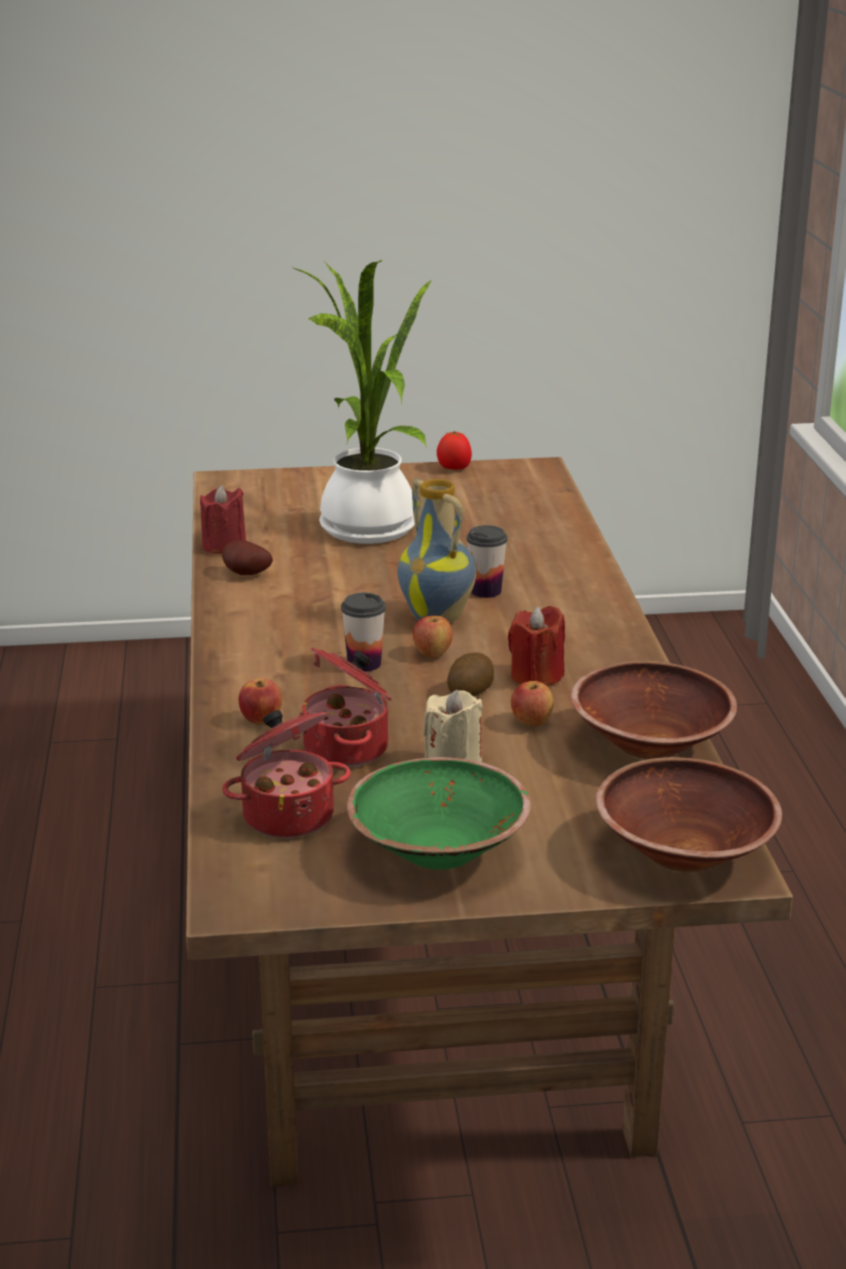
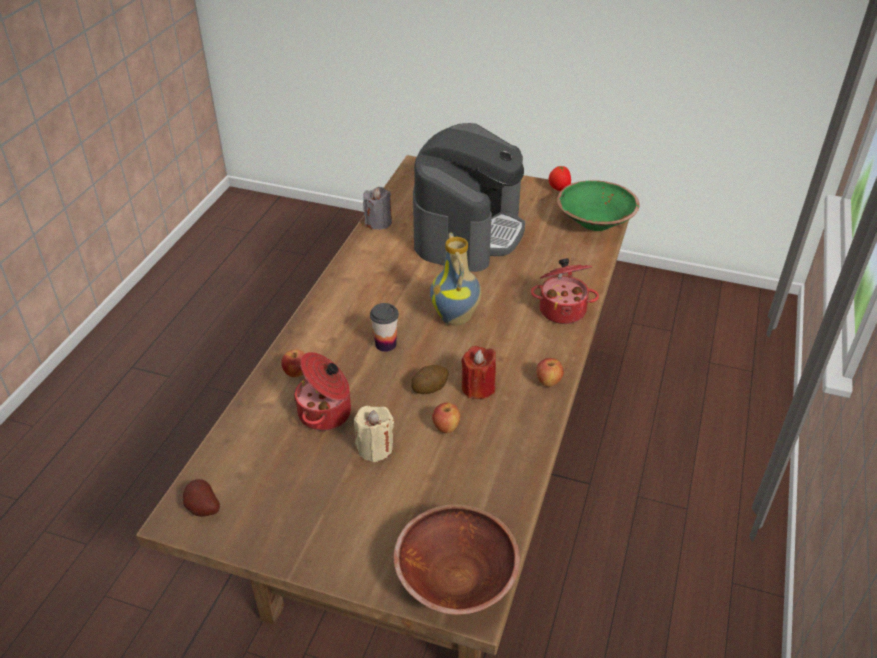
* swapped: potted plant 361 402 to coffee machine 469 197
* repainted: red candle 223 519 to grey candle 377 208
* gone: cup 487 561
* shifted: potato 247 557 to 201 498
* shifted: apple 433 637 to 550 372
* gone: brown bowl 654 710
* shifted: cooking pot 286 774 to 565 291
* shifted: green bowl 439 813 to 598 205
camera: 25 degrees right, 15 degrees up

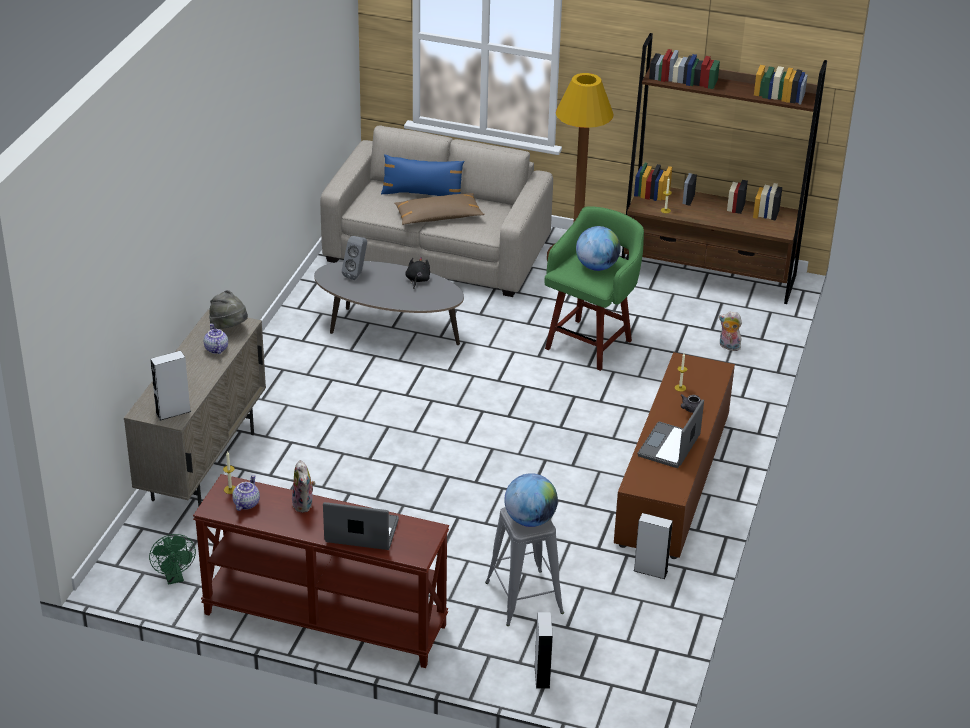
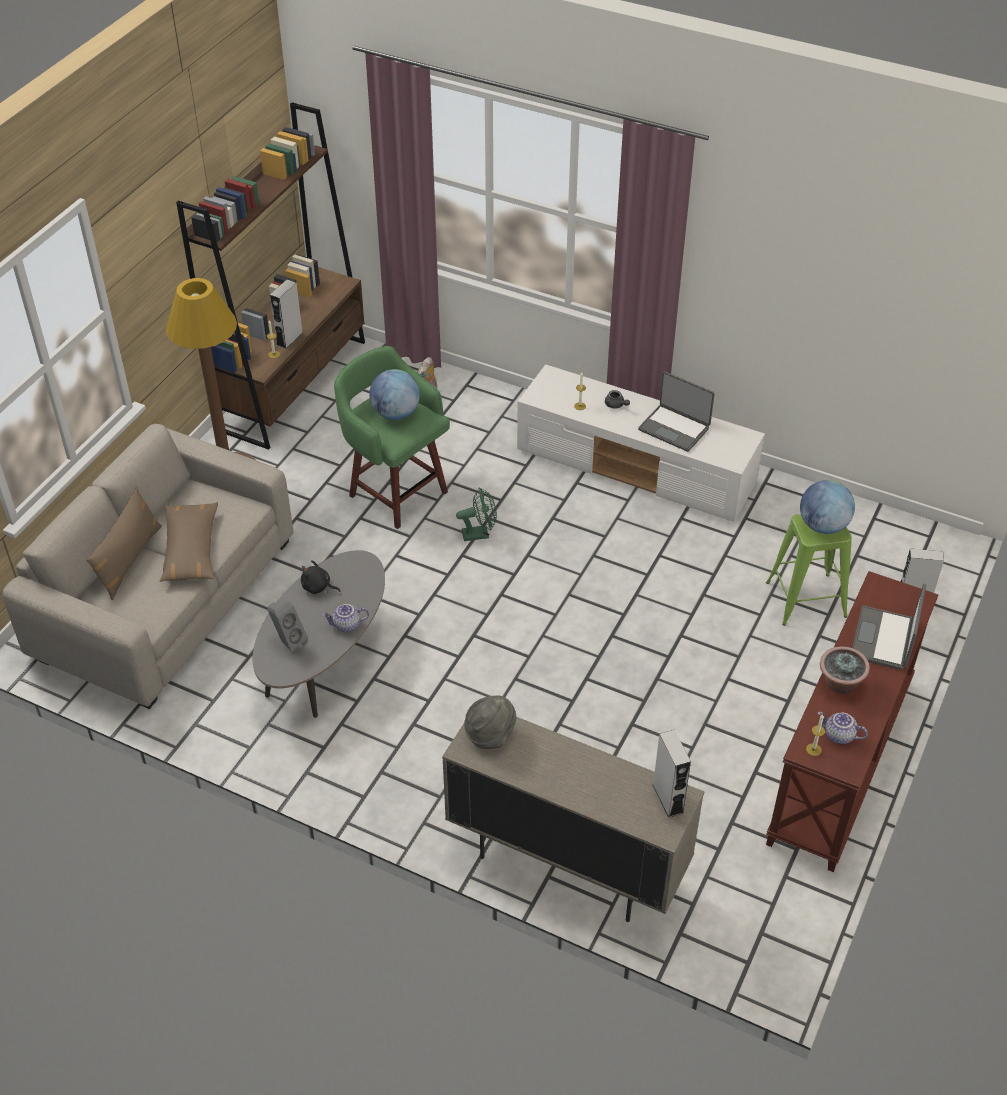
* repainted: blue pillow 422 175 to brown pillow 124 543
* shifted: teapot 216 338 to 345 618
* repainted: brown tv stand 674 455 to white tv stand 641 443
* swapped: plush toy 304 486 to potted plant 845 670
* repainted: grey stool 524 566 to green stool 809 570
* shifted: grey speaker 653 546 to 286 314
* shifted: green fan 172 559 to 476 514
camera: 80 degrees left, 10 degrees up

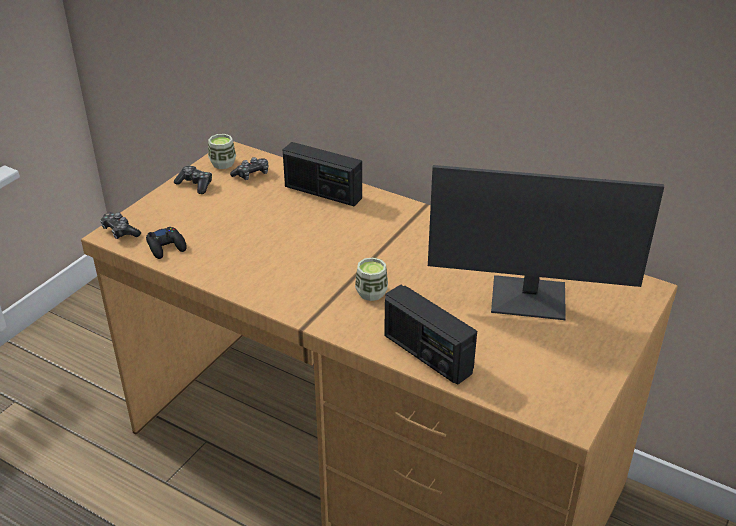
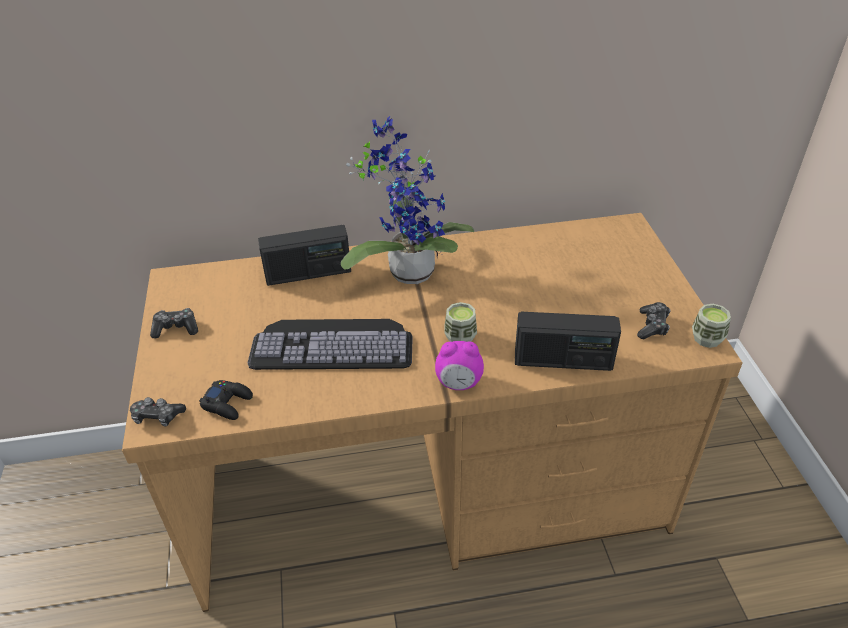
* shifted: cup 222 151 to 711 326
* shifted: game controller 249 168 to 654 320
* gone: monitor 546 242
* new: potted plant 407 200
* new: keyboard 330 344
* new: alarm clock 459 365
camera: 40 degrees left, 5 degrees up

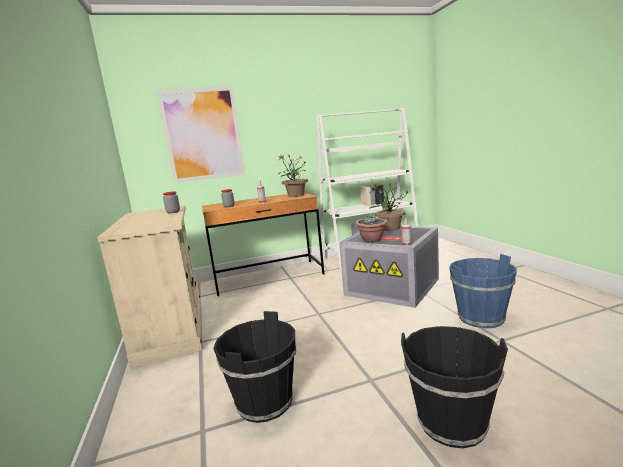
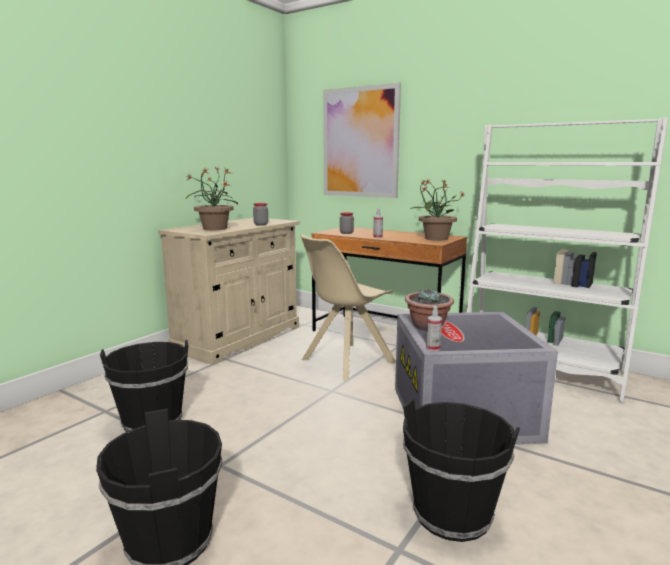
* shifted: potted plant 388 206 to 212 198
* repainted: blue bucket 483 291 to black bucket 461 470
* new: beige chair 348 307
camera: 50 degrees right, 0 degrees up

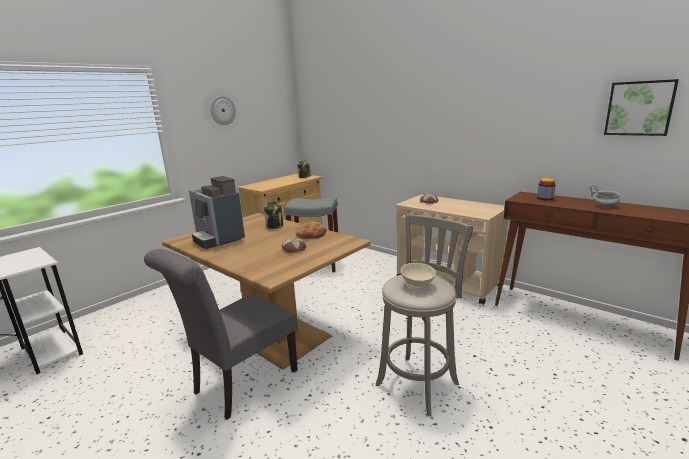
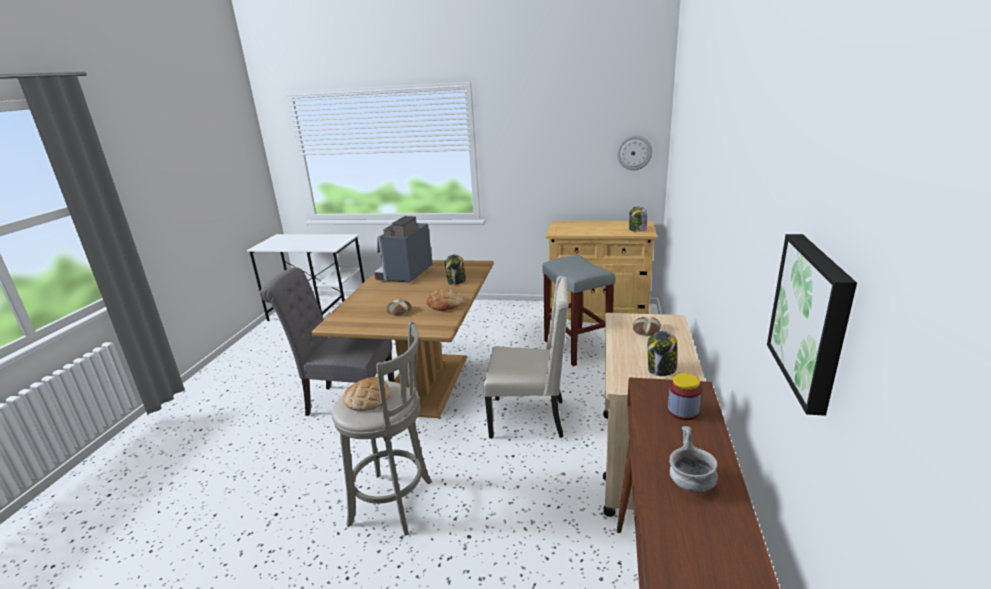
* shifted: wall clock 223 110 to 635 152
* swapped: beige bowl 418 276 to bread 366 394
* new: beige chair 526 357
* new: jar 662 353
camera: 60 degrees right, 5 degrees up

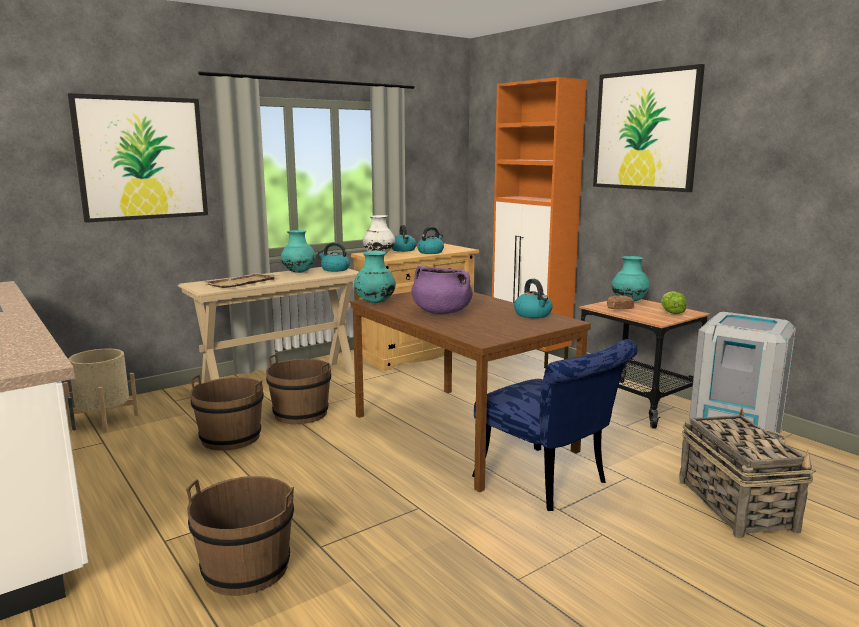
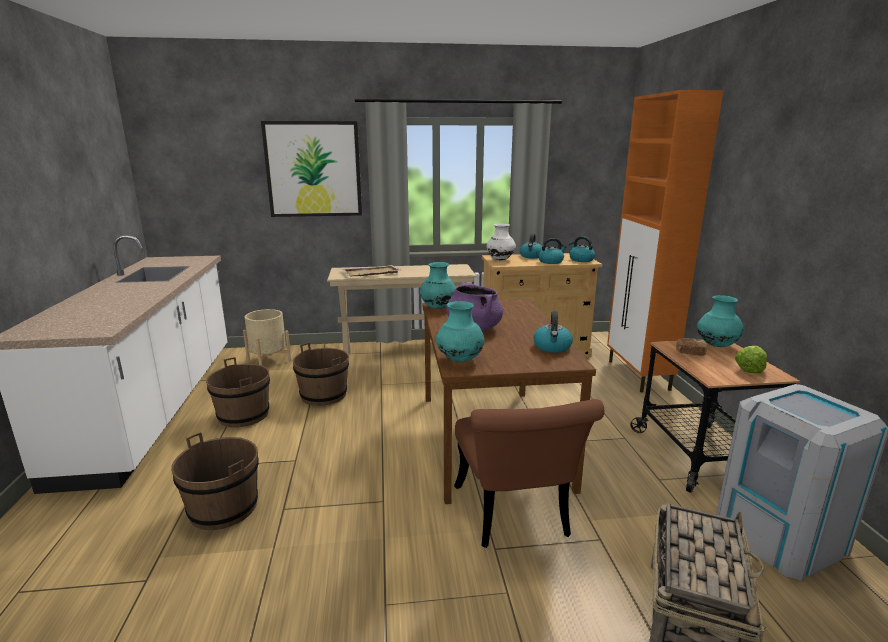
* gone: picture 649 128
* shifted: turquoise vase 298 251 to 460 331
* shifted: kettle 334 257 to 582 249
* repainted: blue chair 555 425 to brown chair 529 473
* shifted: brown bucket 298 389 to 238 392
camera: 30 degrees right, 5 degrees up

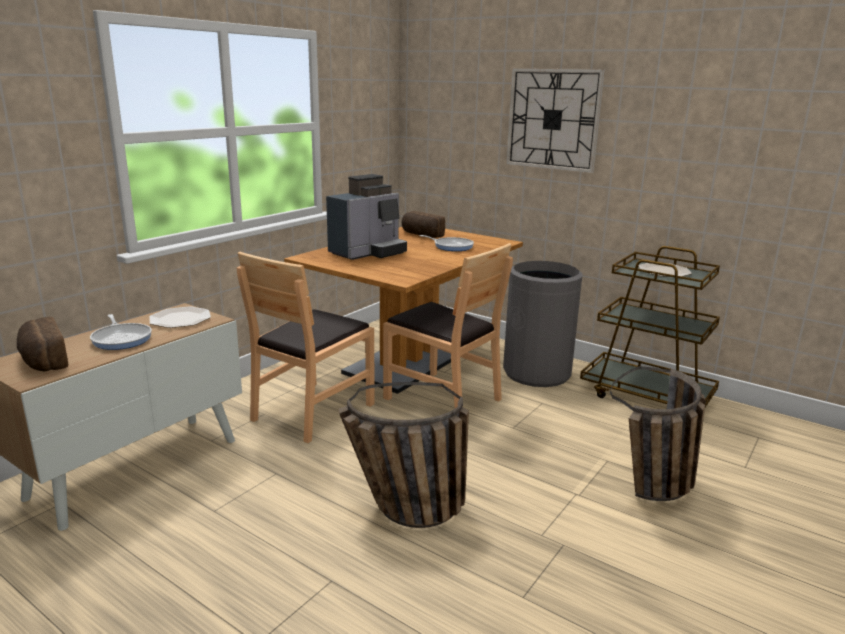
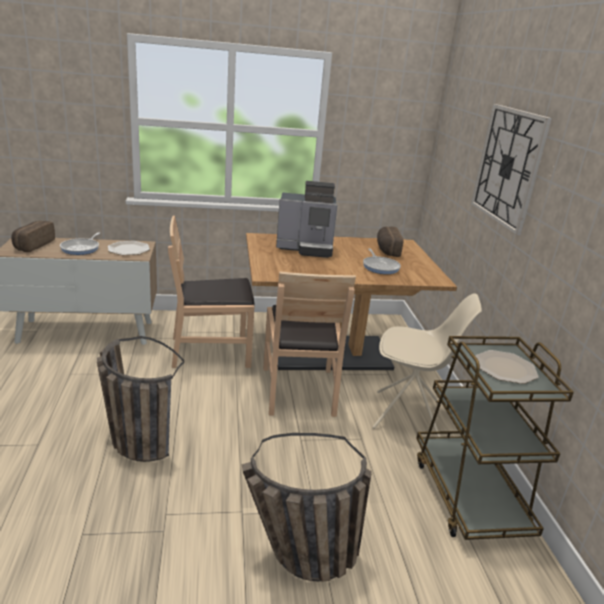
* swapped: grey trash can 543 324 to beige chair 427 365
camera: 45 degrees right, 5 degrees up

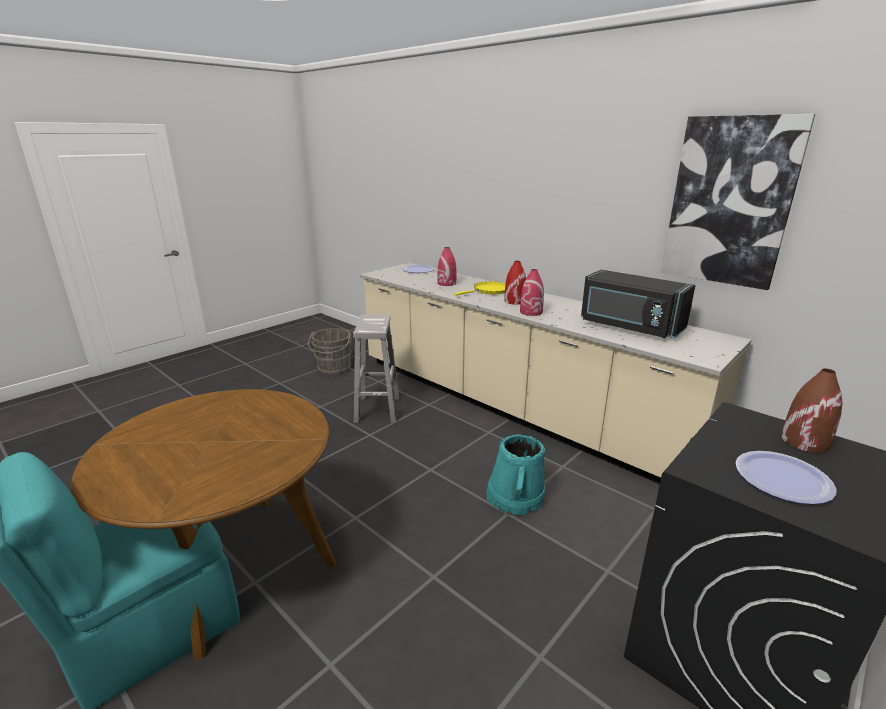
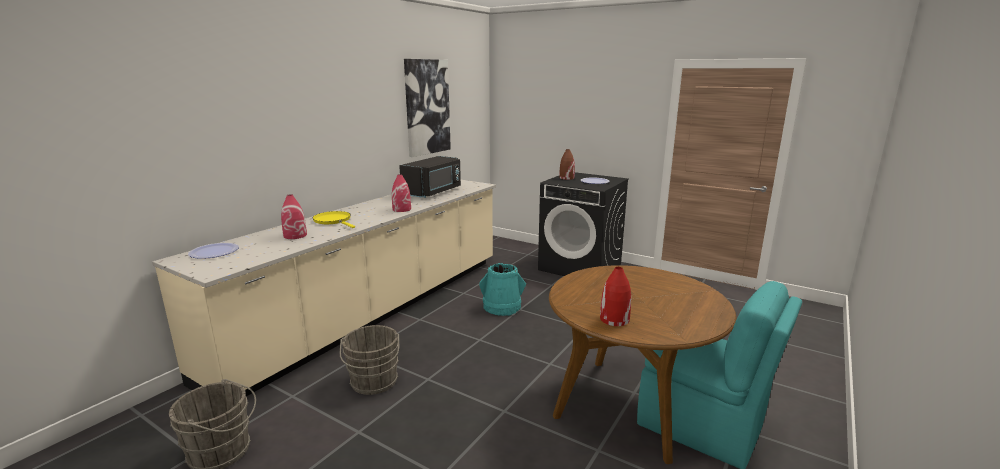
* shifted: red vase 515 283 to 615 296
* swapped: white stool 376 369 to grey bucket 369 360
camera: 100 degrees left, 5 degrees down

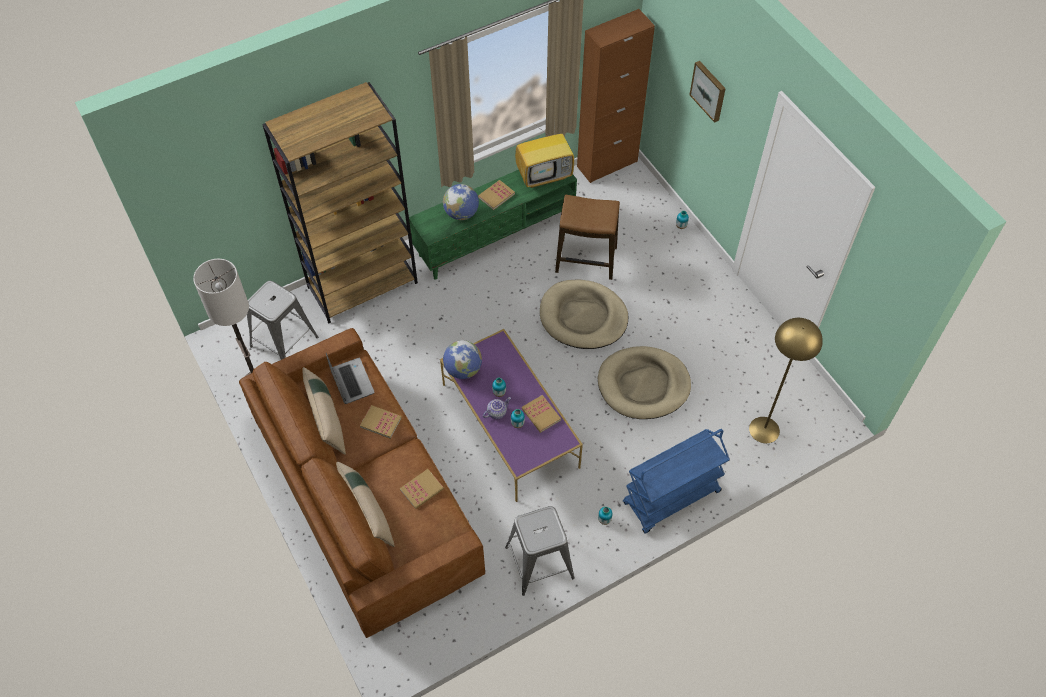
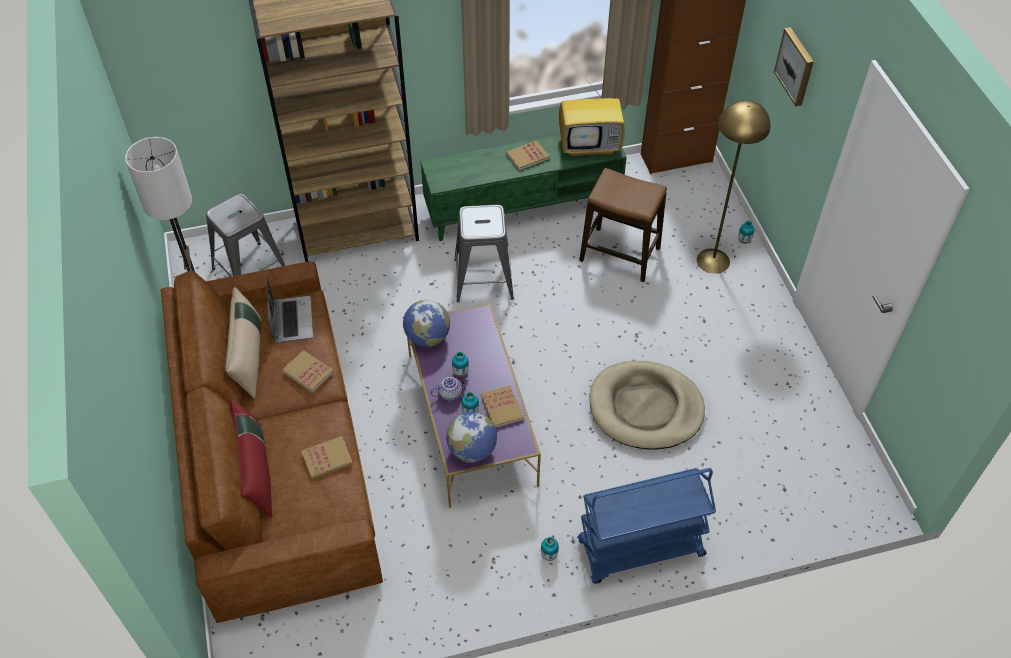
* shifted: globe 461 202 to 471 437
* gone: beige dog bed 584 314
* shifted: yellow floor lamp 786 380 to 733 187
* repainted: beige pillow 365 504 to red pillow 251 458
* shifted: grey stool 540 551 to 484 253
camera: 15 degrees right, 5 degrees down

